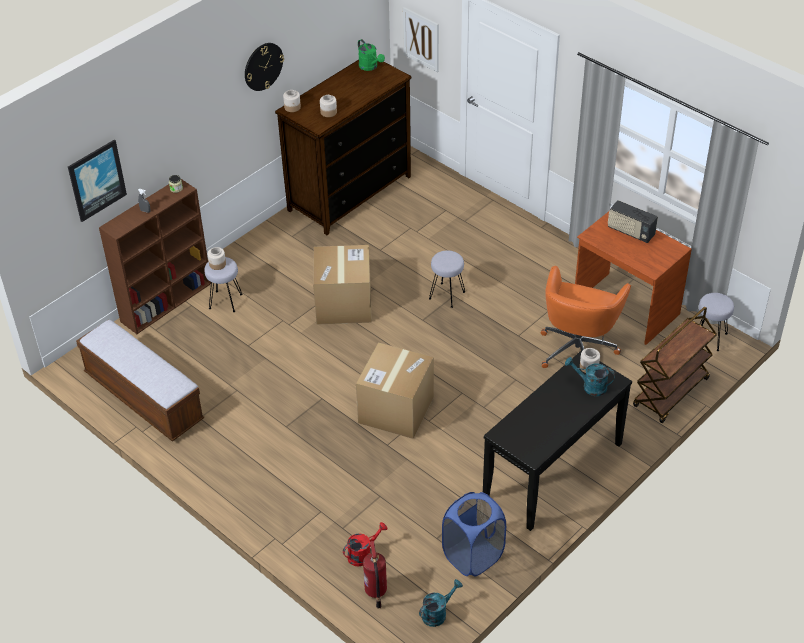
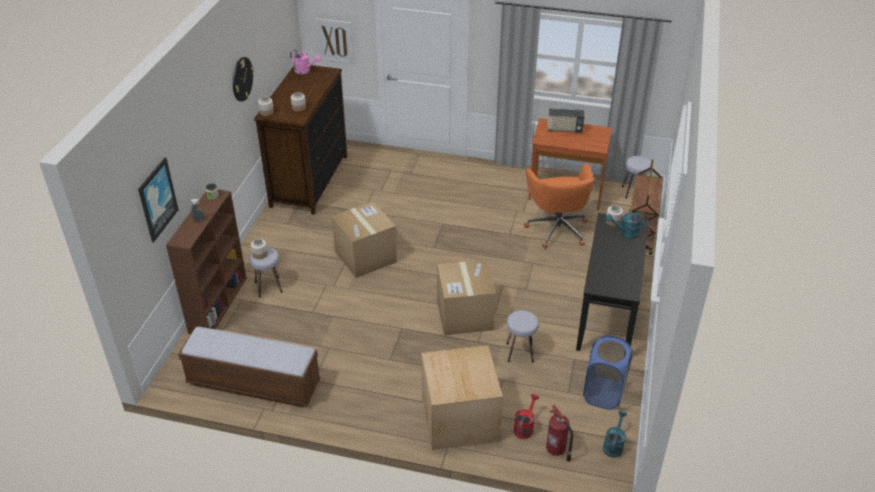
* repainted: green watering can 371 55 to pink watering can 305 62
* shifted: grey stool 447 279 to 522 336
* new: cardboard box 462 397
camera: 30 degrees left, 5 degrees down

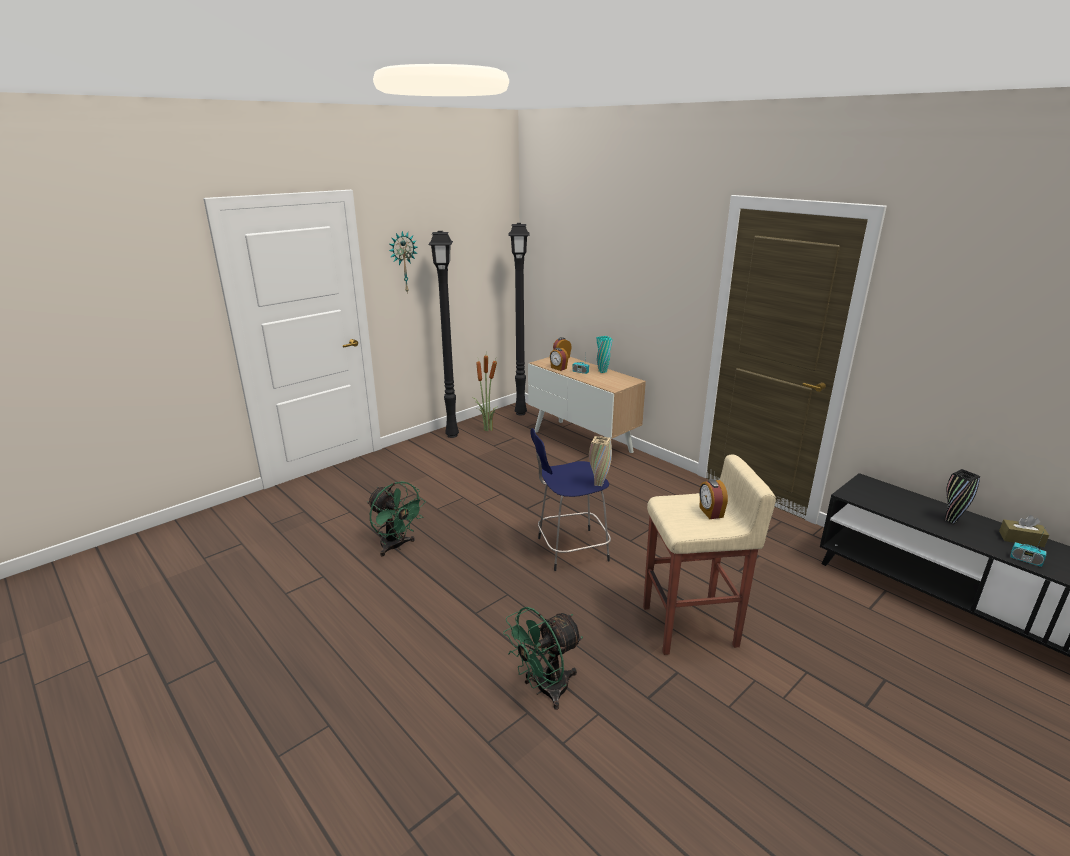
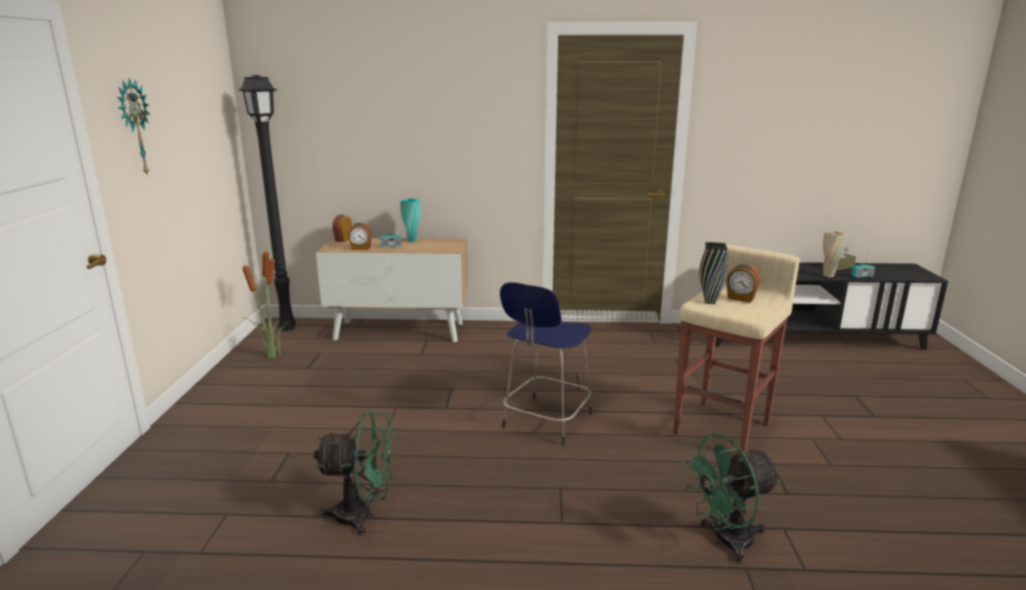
* gone: black floor lamp 443 334
* shifted: beige vase 600 461 to 835 254
* shifted: black vase 962 496 to 713 273
* rotated: green fan 543 658 = 731 498 60 degrees clockwise
camera: 45 degrees left, 5 degrees down

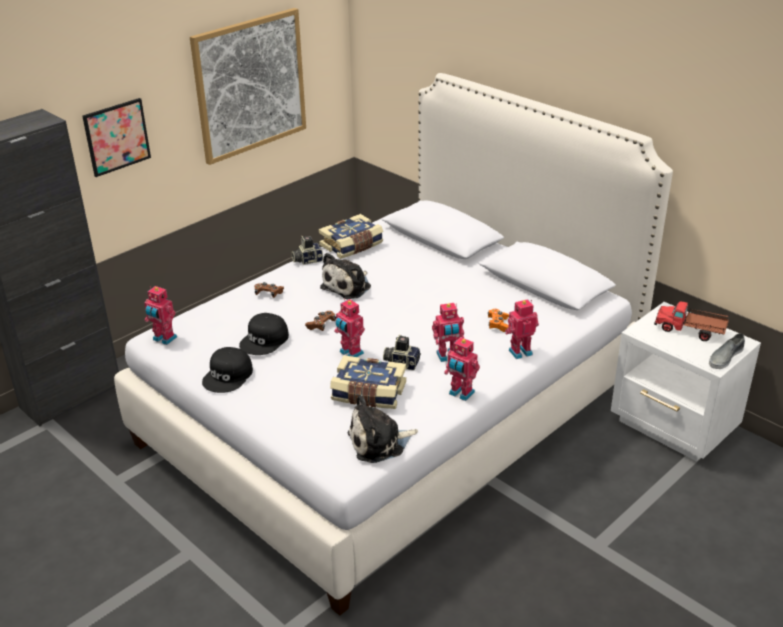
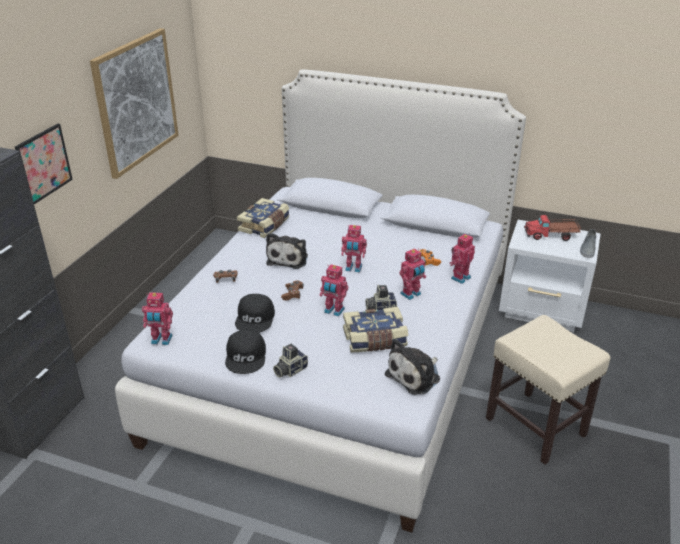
* shifted: photo camera 307 250 to 290 361
* shifted: toy robot 462 369 to 354 248
* new: beige stool 548 390
camera: 25 degrees left, 0 degrees up

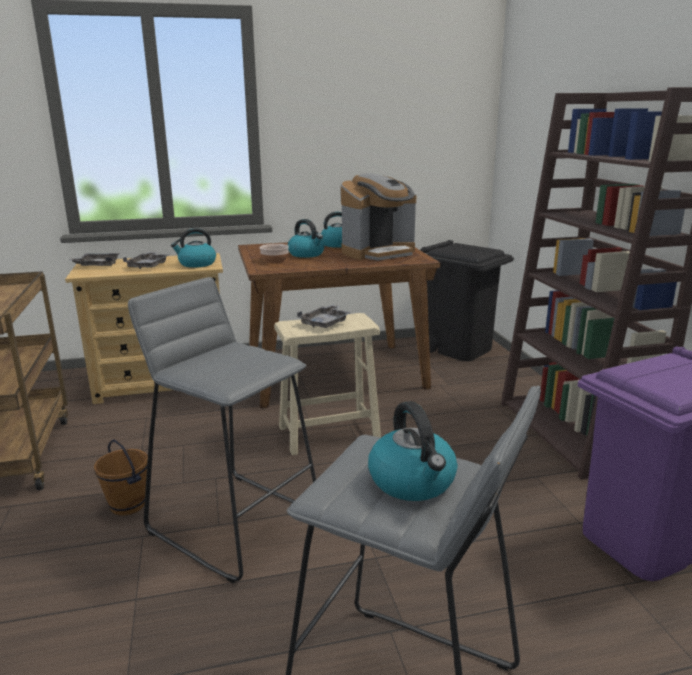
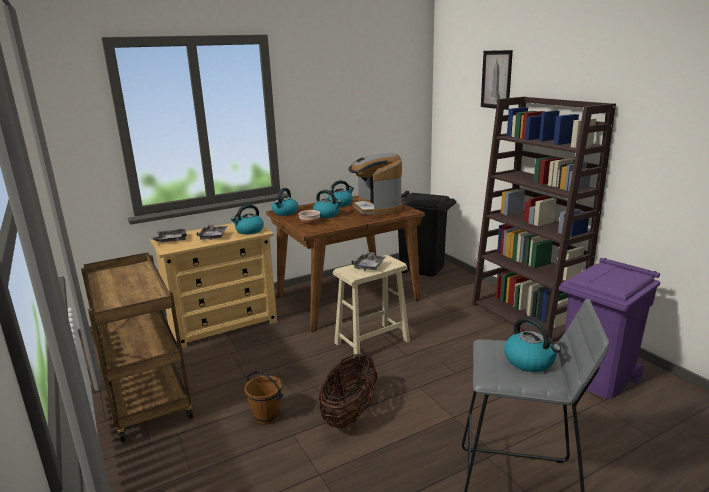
* rotated: coffee machine 378 217 = 375 184 120 degrees clockwise
* swapped: grey stool 222 430 to basket 348 391
* new: picture 497 80
* new: kettle 285 202
camera: 15 degrees left, 0 degrees up

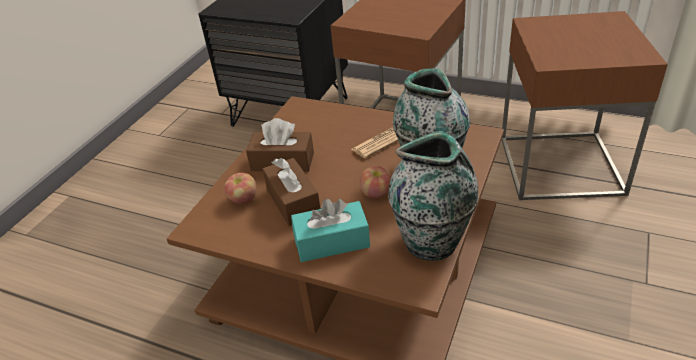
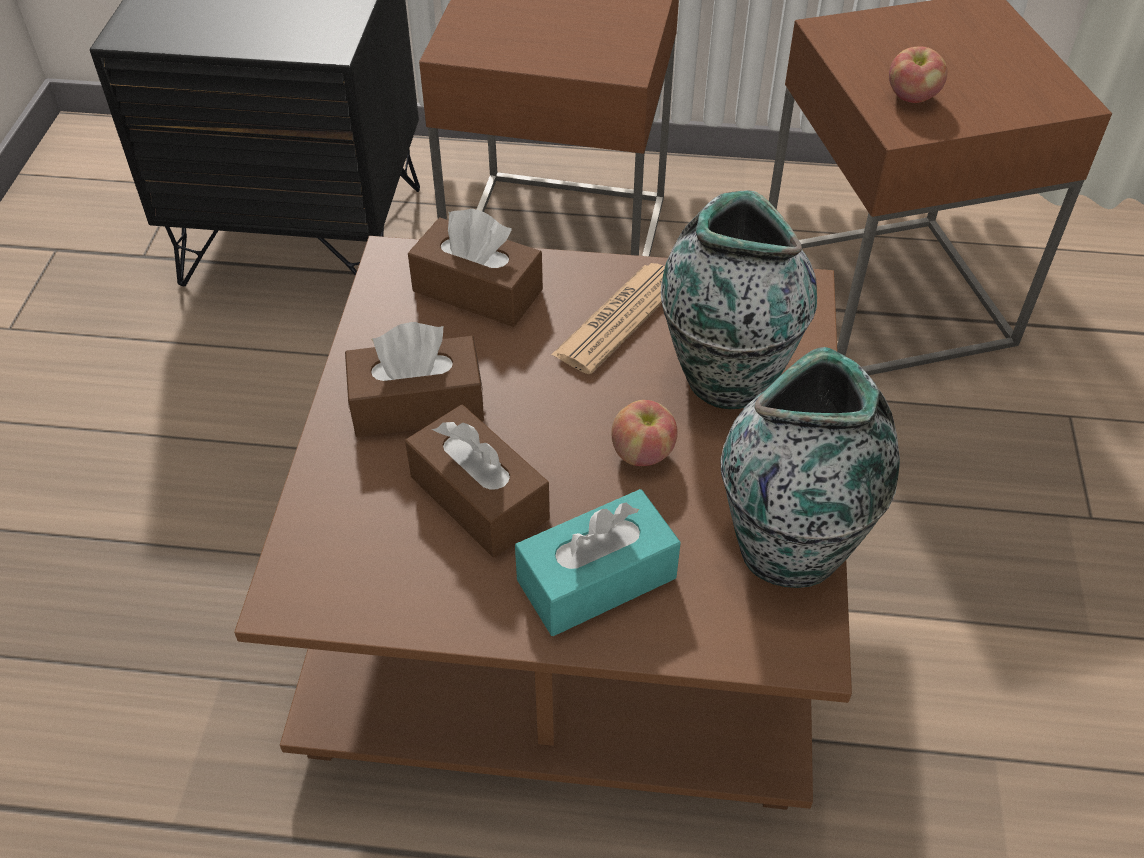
* shifted: apple 240 188 to 918 75
* new: brown tissue box 475 267
camera: 20 degrees left, 10 degrees up

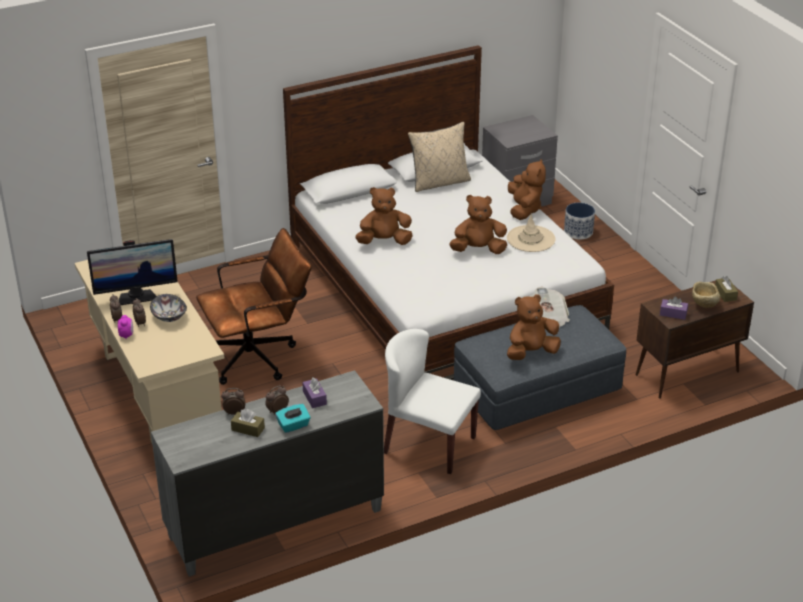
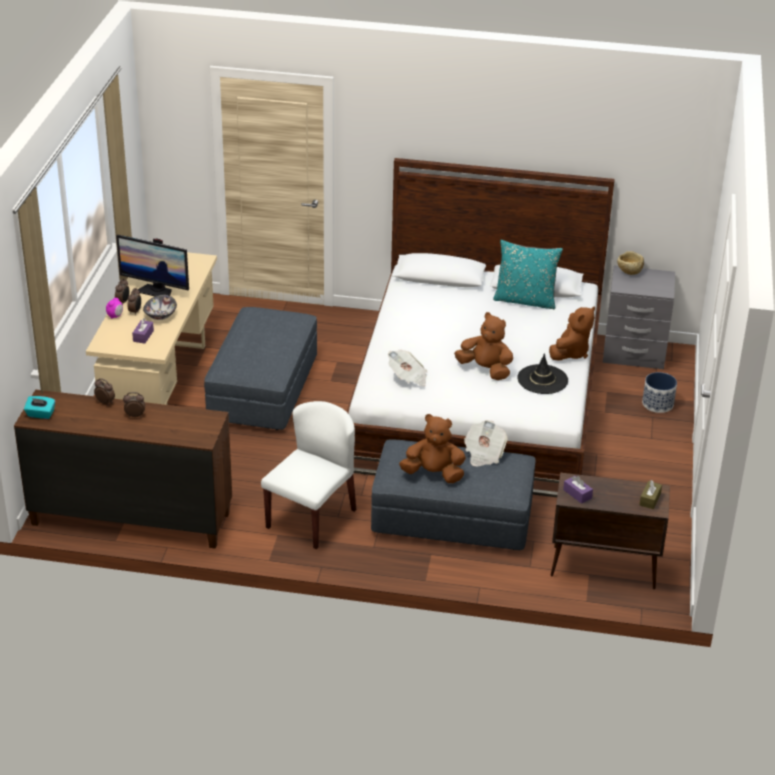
* repainted: beige pillow 439 157 to turquoise pillow 528 274
* gone: brown plush toy 384 216
* repainted: beige hat 531 233 to black hat 542 373
* swapped: brown office chair 254 306 to grey ottoman 260 368
* shifted: beige bowl 706 295 to 630 263
* rotated: white chair 432 401 = 308 475 60 degrees clockwise
* repainted: grey dresser 267 473 to brown dresser 123 469
* shifted: purple tissue box 314 392 to 143 331
* shifted: turquoise tissue box 293 418 to 39 407
* gone: brown tissue box 248 423
* new: newspaper 407 368
camera: 35 degrees right, 0 degrees up

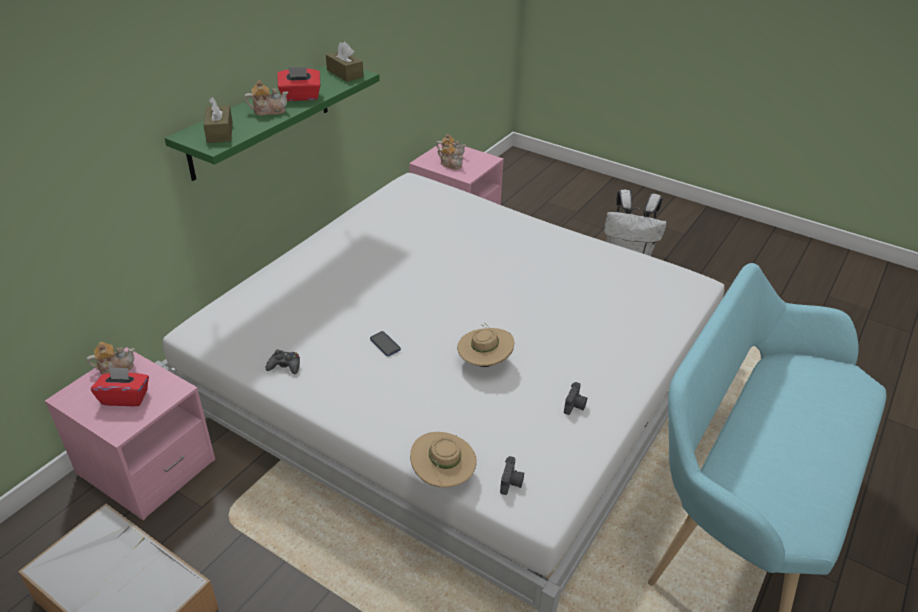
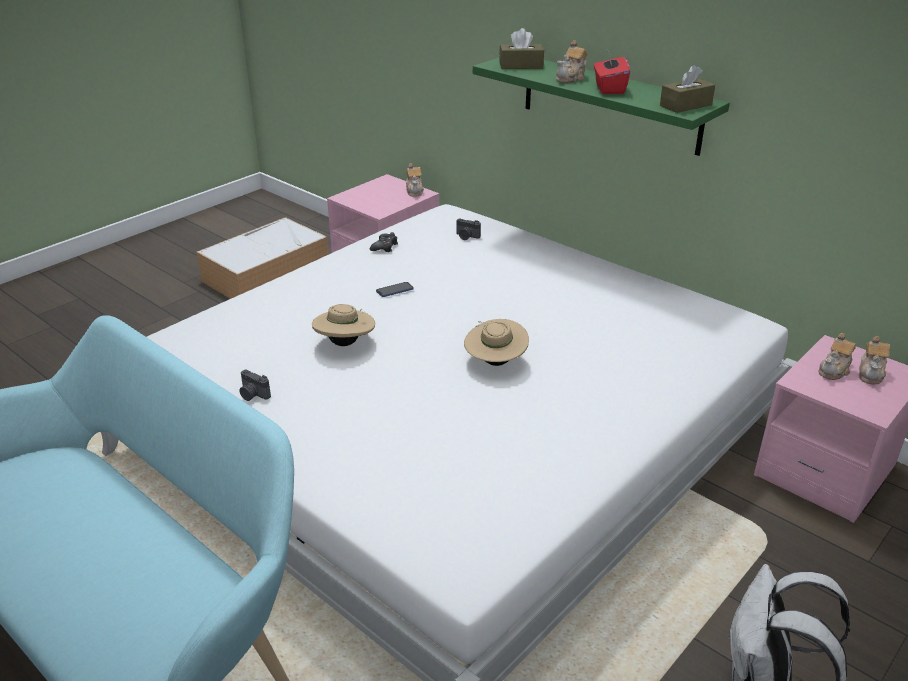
* rotated: teapot 266 98 = 571 61 45 degrees clockwise
* gone: red tissue box 120 386
* shifted: beige hat 443 459 to 496 342
* shifted: photo camera 512 475 to 468 229
camera: 100 degrees right, 5 degrees down

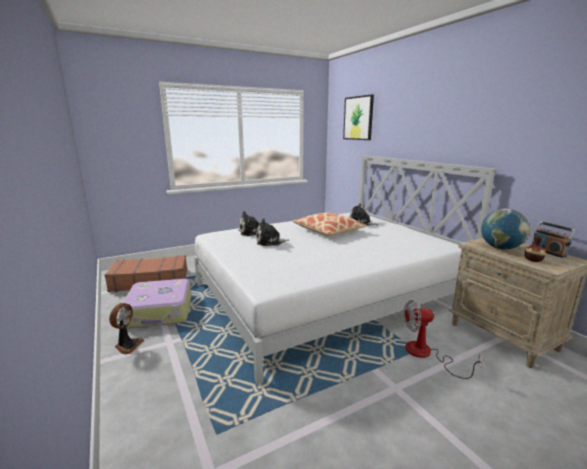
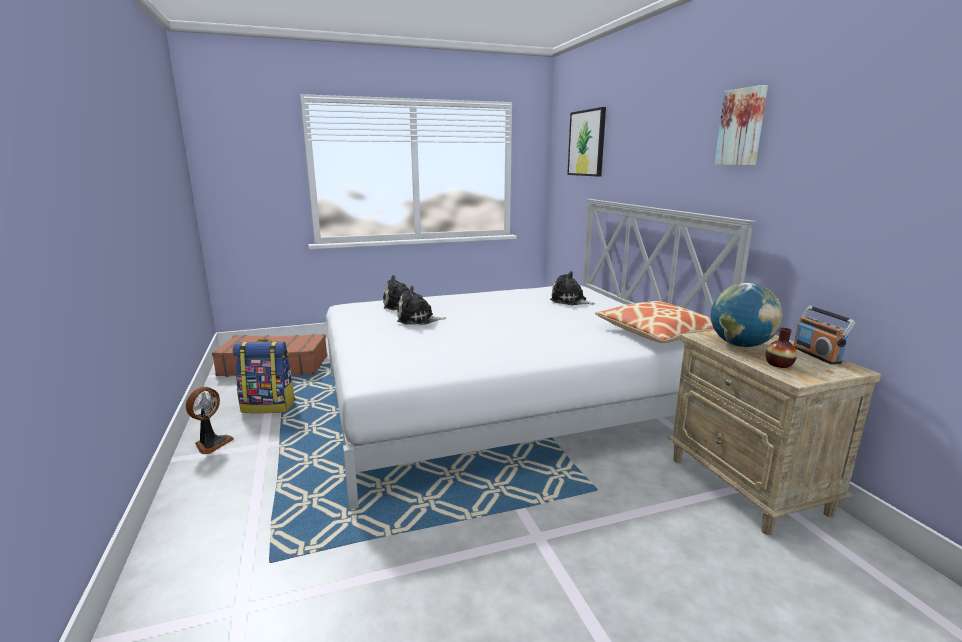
* shifted: pillow 329 224 to 654 322
* swapped: suitcase 155 303 to backpack 264 376
* gone: fan 444 339
* new: picture 741 125
camera: 10 degrees right, 0 degrees up

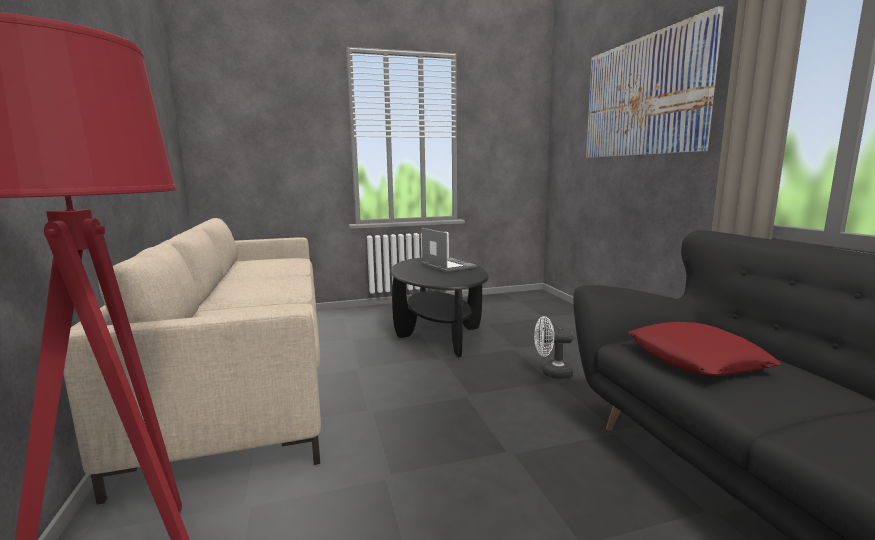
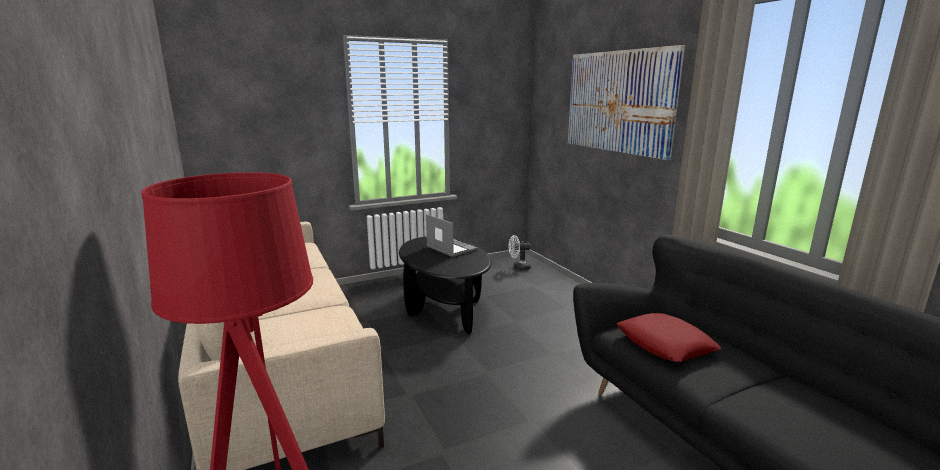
* shifted: white fan 554 347 to 519 252
camera: 10 degrees left, 5 degrees up

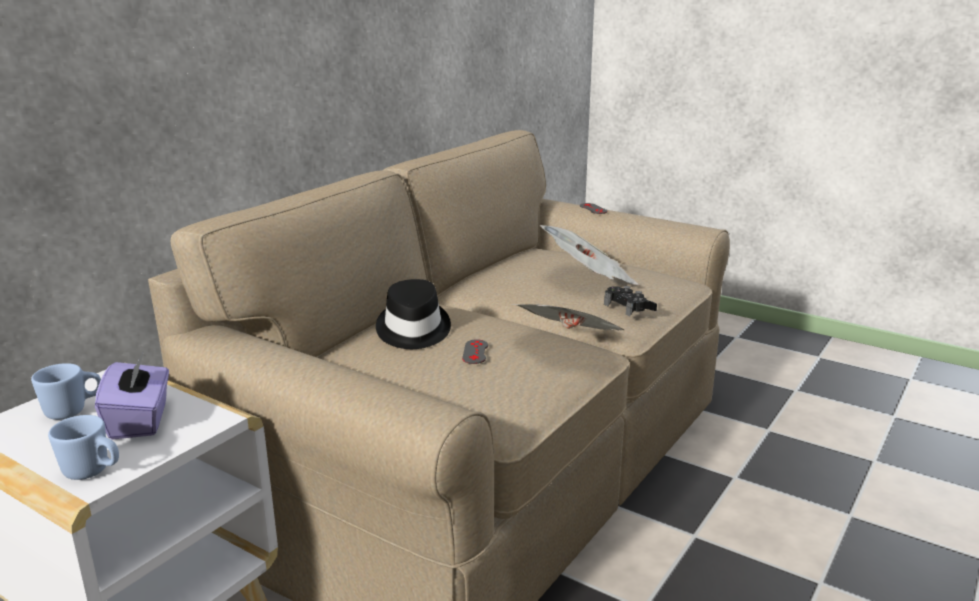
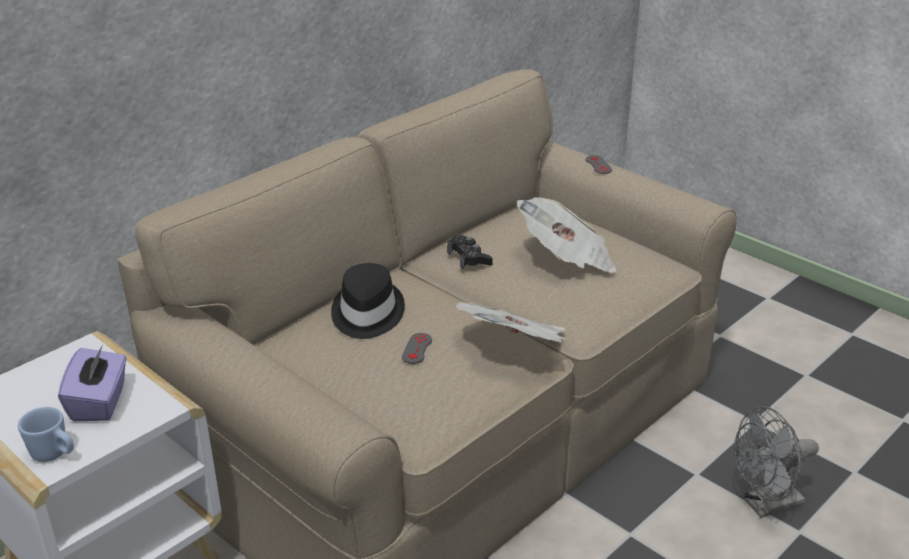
* shifted: black game controller 630 301 to 470 252
* gone: blue mug 66 391
* new: grey fan 776 462
camera: 10 degrees right, 10 degrees up

